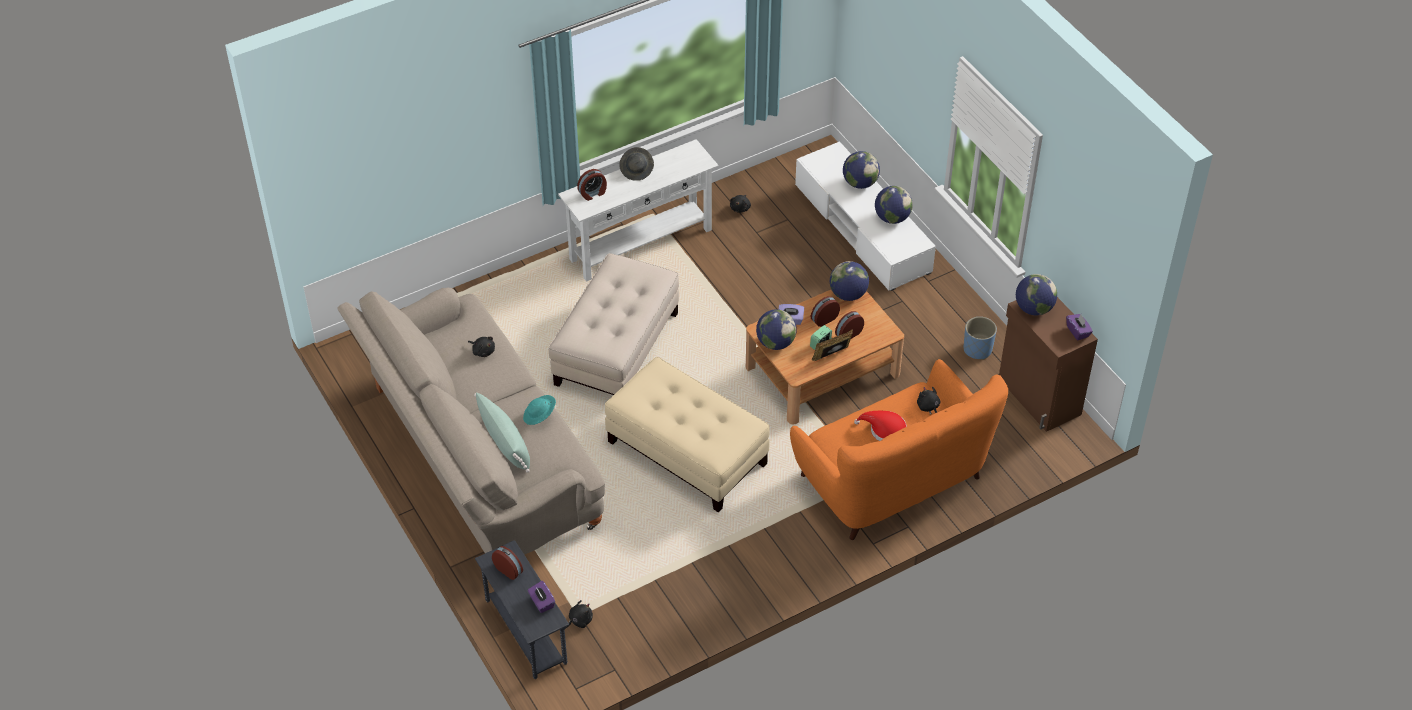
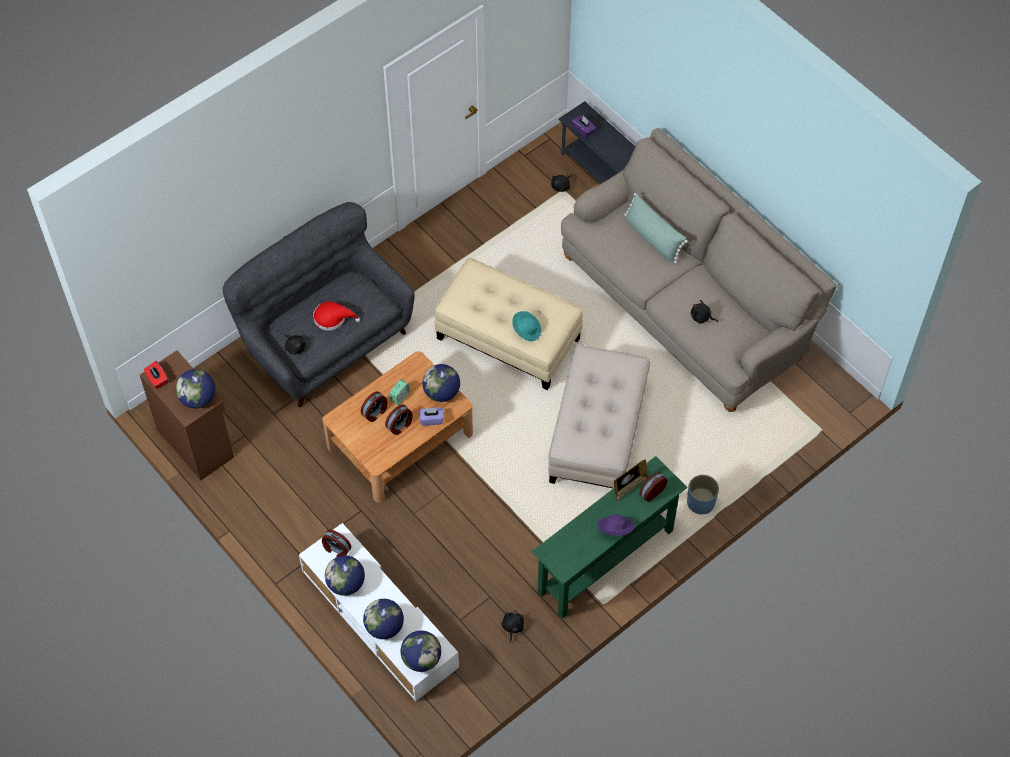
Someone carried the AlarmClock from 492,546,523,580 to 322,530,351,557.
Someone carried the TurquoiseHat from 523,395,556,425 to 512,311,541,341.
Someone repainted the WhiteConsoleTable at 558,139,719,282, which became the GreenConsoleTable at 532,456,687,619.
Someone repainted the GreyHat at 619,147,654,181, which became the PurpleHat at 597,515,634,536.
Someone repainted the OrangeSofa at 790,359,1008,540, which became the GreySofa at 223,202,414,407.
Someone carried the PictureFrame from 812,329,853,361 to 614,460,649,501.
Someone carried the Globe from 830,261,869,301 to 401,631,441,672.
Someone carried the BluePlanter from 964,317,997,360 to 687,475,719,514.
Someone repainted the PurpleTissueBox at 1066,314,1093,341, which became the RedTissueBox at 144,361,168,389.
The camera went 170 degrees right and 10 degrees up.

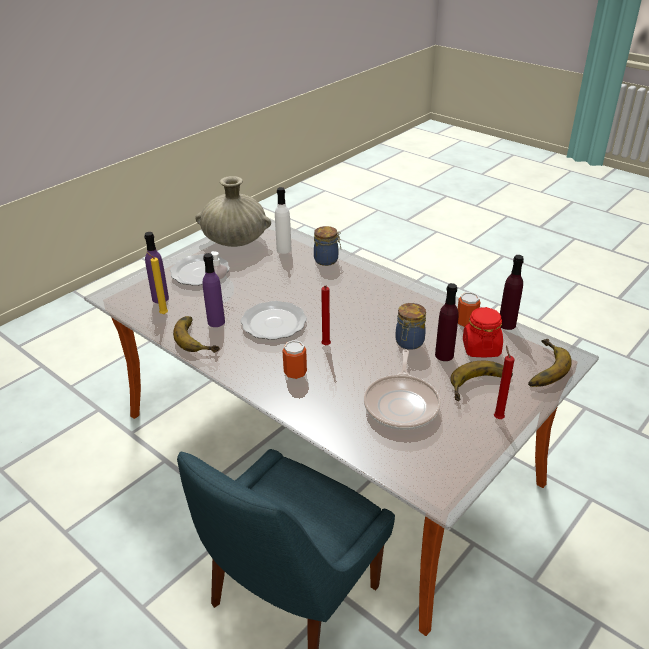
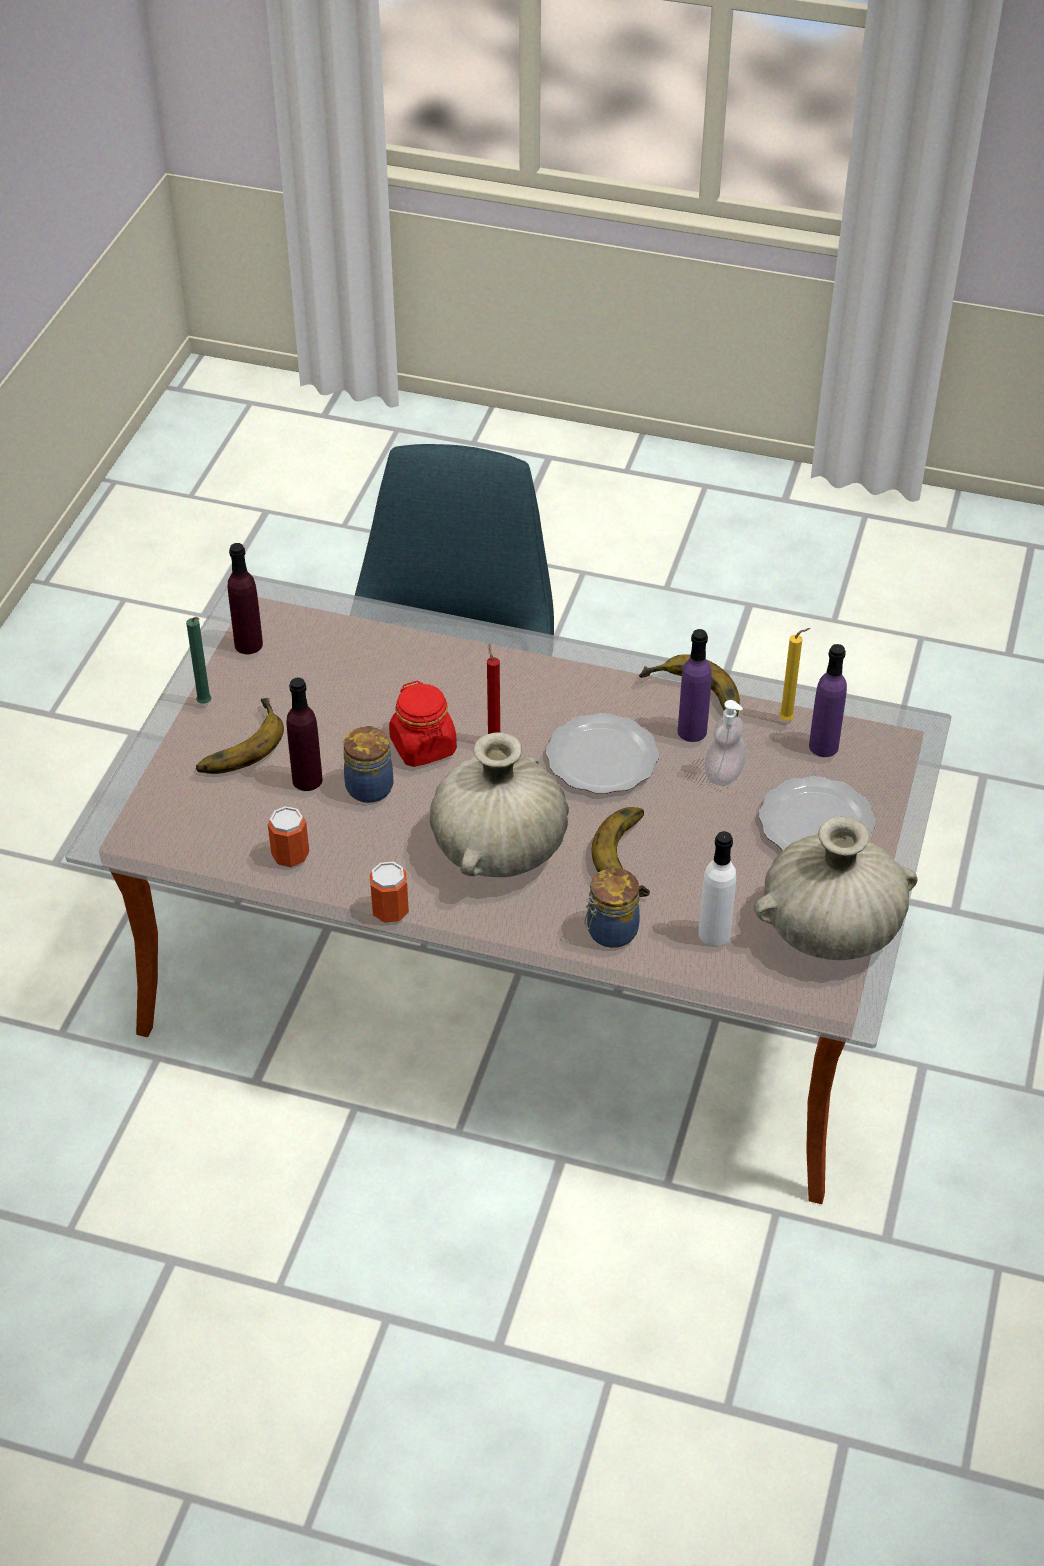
Someone carried the Can from 282,340,307,380 to 370,861,409,924.
Someone took away the FryingPan at 364,350,441,430.
Someone carried the RedJar from 463,307,503,357 to 389,681,457,767.
Someone repainted the RedCandle at 494,345,515,419, which became the GreenCandle at 186,617,211,704.
Someone carried the PurpleBottle from 500,255,524,330 to 228,543,263,654.
Someone carried the Banana from 528,339,572,387 to 592,807,650,897.
Someone put down the BeigeVase at 430,732,569,877.
The camera went 155 degrees right and 10 degrees up.

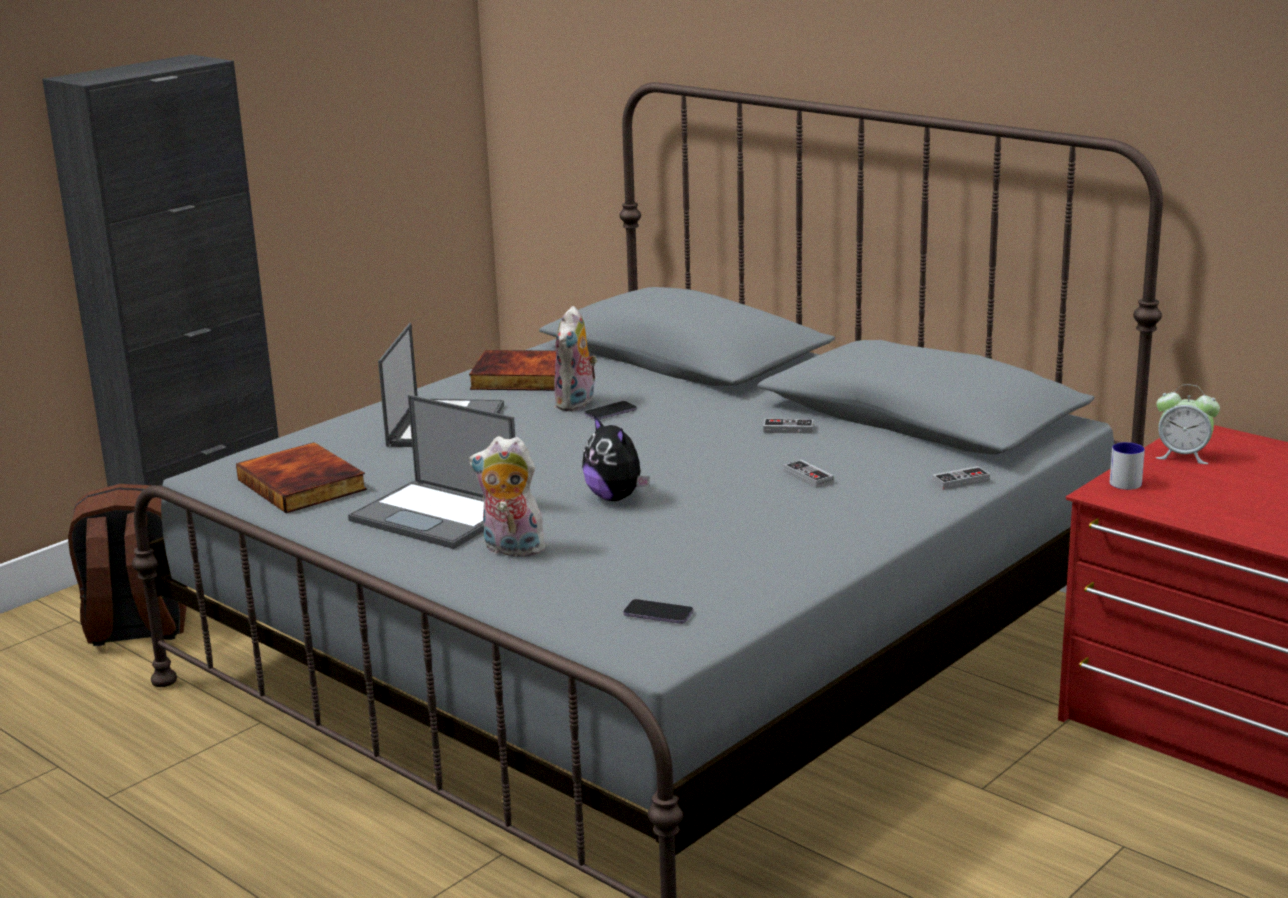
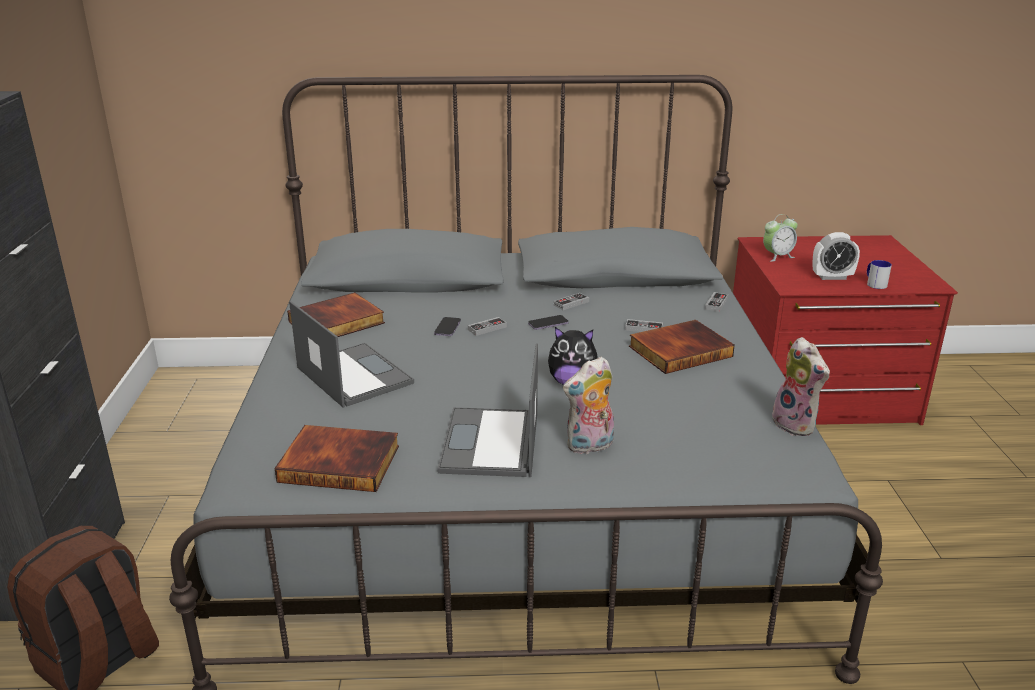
Someone rotated the Laptop at 348,395,515,549 by 105 degrees clockwise.
Someone carried the PlushToy from 554,306,597,411 to 771,337,830,436.
Someone carried the Phone from 623,599,693,624 to 528,315,569,330.
Someone carried the Mug from 1110,442,1145,490 to 867,260,892,289.
Someone put down the GameController at 468,317,507,336.
Someone put down the Book at 629,320,735,374.
Someone put down the AlarmClock at 812,232,860,280.
The camera went 45 degrees left and 5 degrees up.

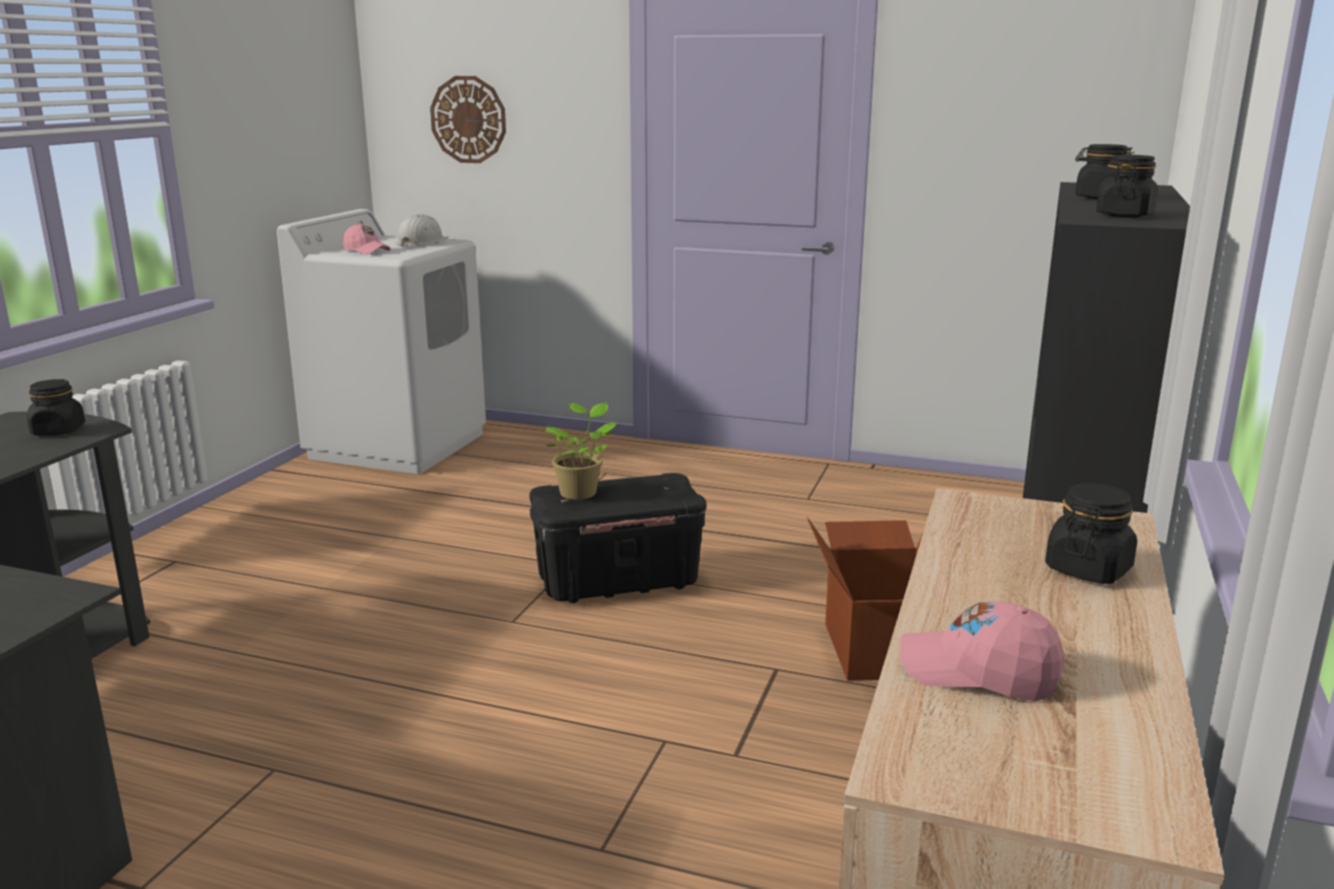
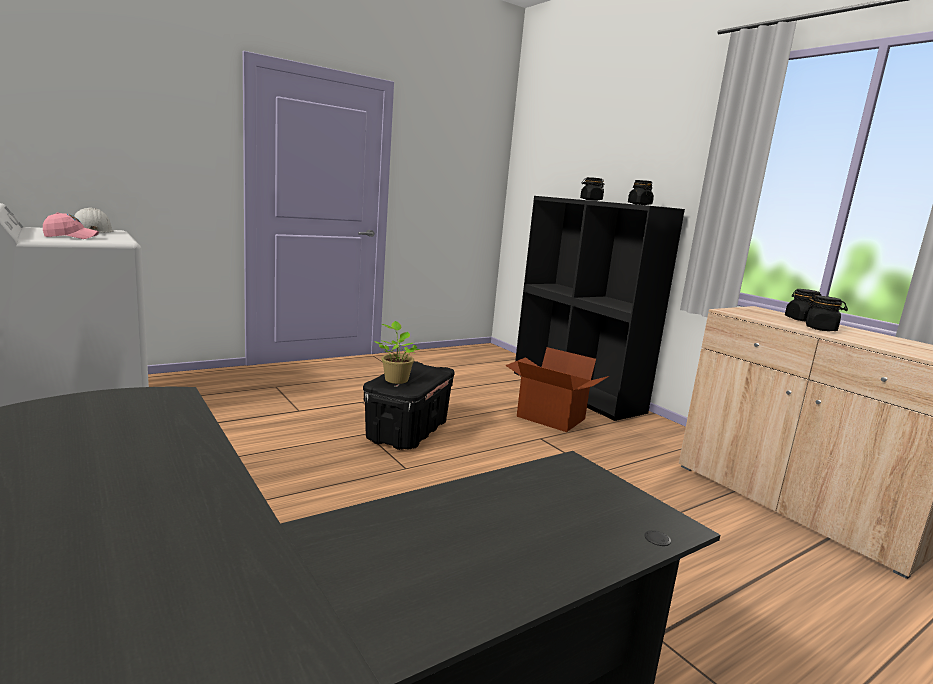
Someone carried the BlackJar from 27,379,85,435 to 804,296,848,331.
Someone took away the WallClock at 430,76,506,163.
Someone took away the PinkCap at 900,602,1065,701.
The camera went 55 degrees left and 5 degrees down.

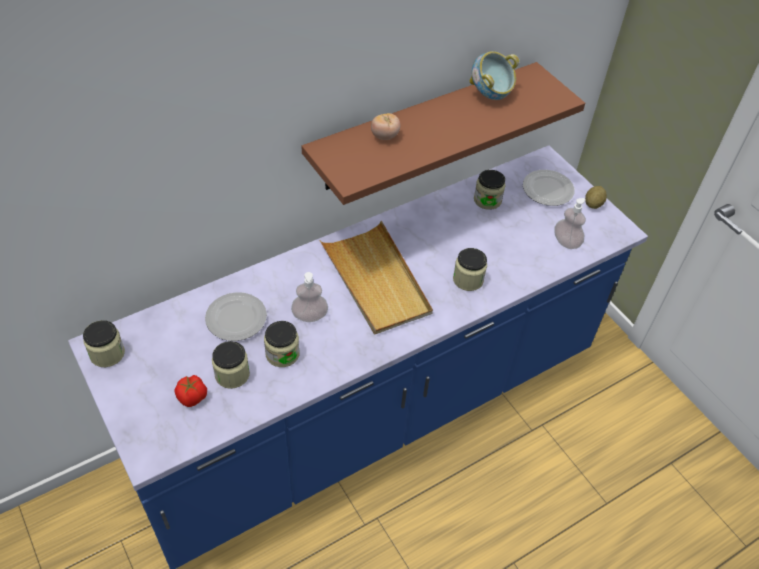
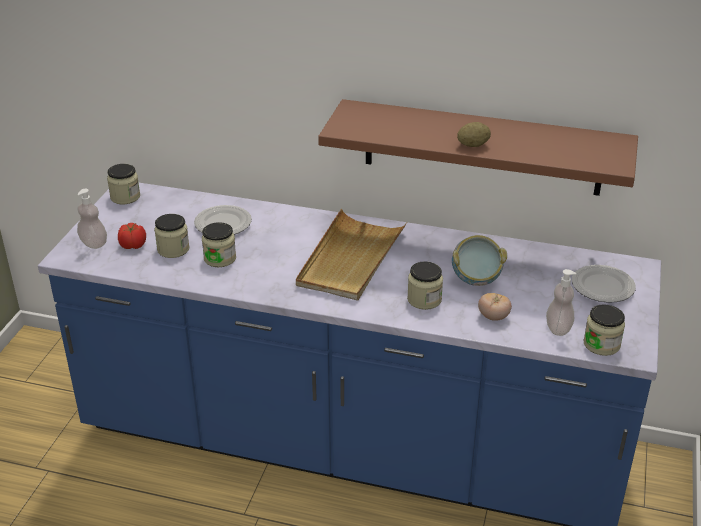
Someone carried the SoapDispenser from 291,272,328,322 to 77,189,107,249.
Someone carried the Tomato from 371,113,400,140 to 478,293,512,321.
Someone carried the Bowl from 470,51,519,100 to 452,235,507,286.
Someone carried the Jar from 474,170,506,210 to 584,304,625,356.
Someone carried the Potato from 585,186,607,209 to 457,122,491,147.
The camera went 50 degrees right and 15 degrees down.

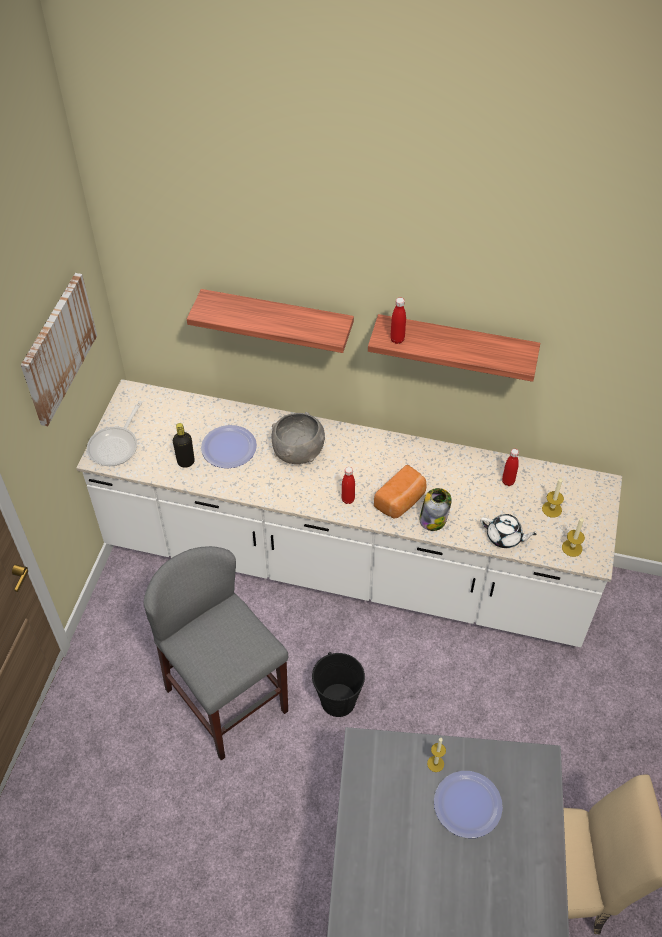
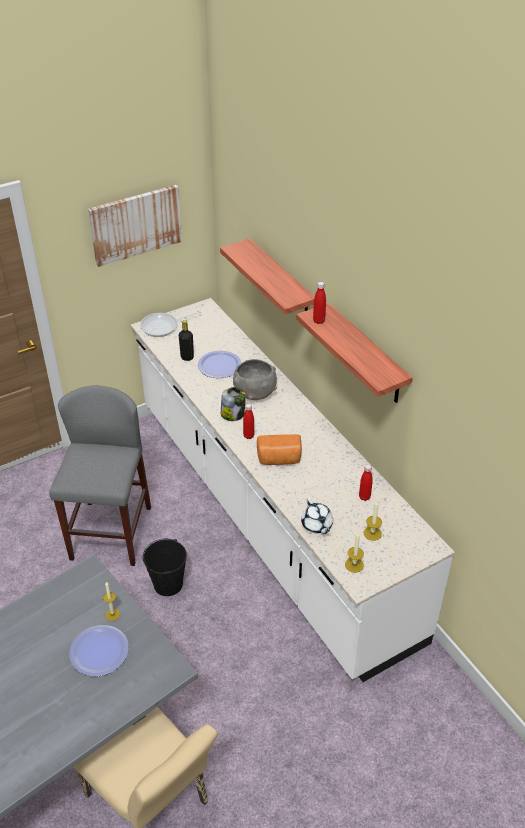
Someone carried the Jar from 420,488,452,531 to 221,387,246,421.
The camera went 45 degrees right and 10 degrees down.

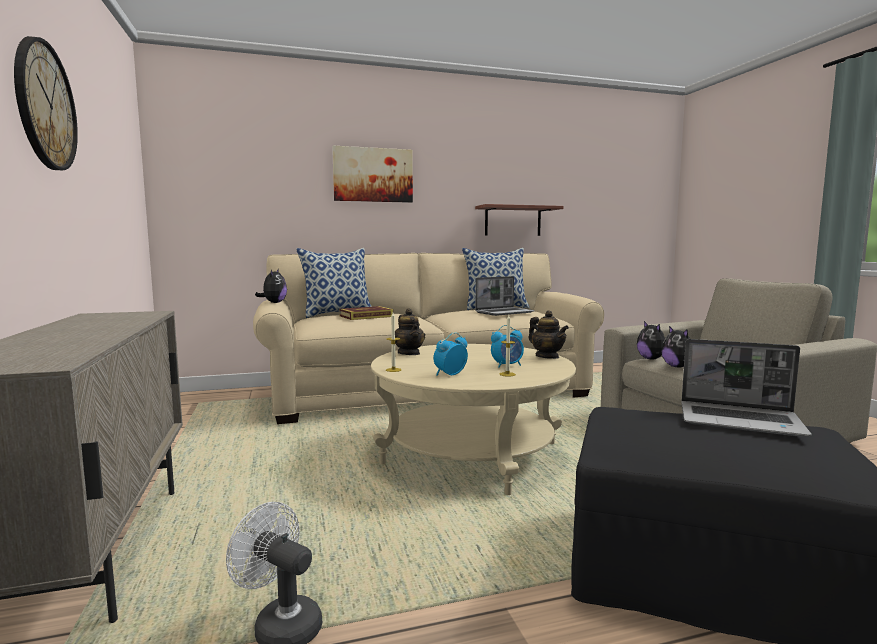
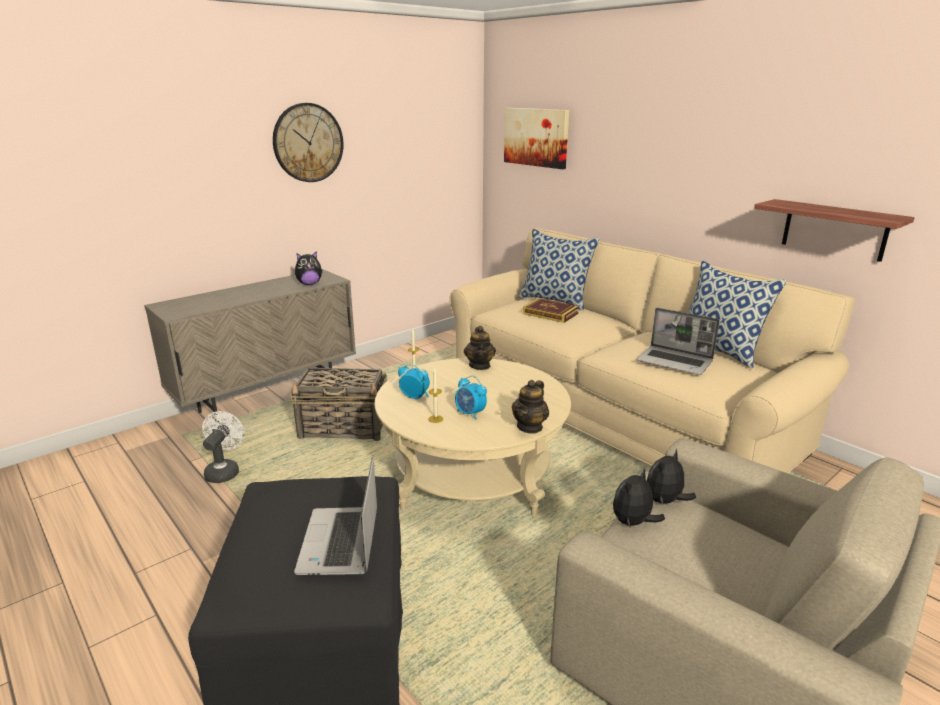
Someone carried the PlushToy from 255,269,287,303 to 295,251,323,285.
Someone carried the Picture from 332,146,413,203 to 504,108,569,169.
Someone rotated the Teapot at 395,308,425,355 by 45 degrees counterclockwise.
Someone put down the Basket at 290,368,388,441.
The camera went 65 degrees right and 15 degrees up.

